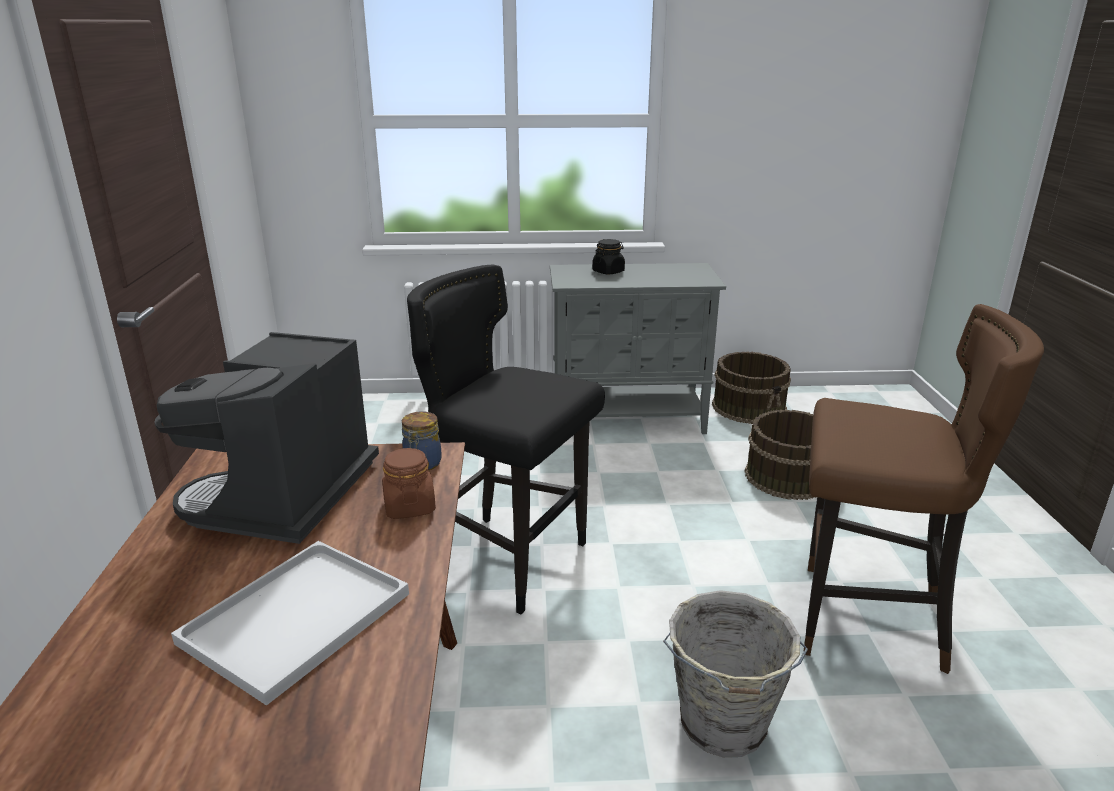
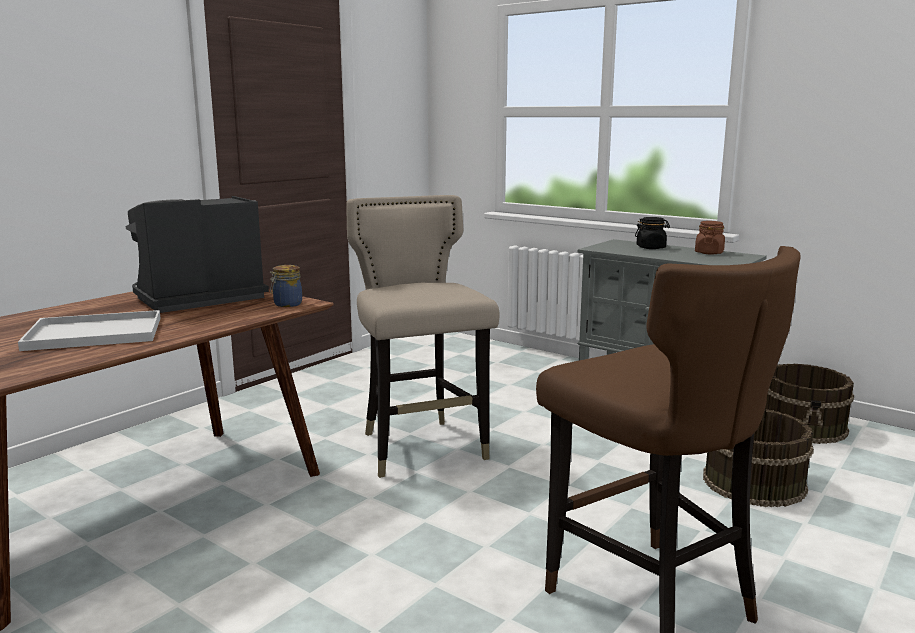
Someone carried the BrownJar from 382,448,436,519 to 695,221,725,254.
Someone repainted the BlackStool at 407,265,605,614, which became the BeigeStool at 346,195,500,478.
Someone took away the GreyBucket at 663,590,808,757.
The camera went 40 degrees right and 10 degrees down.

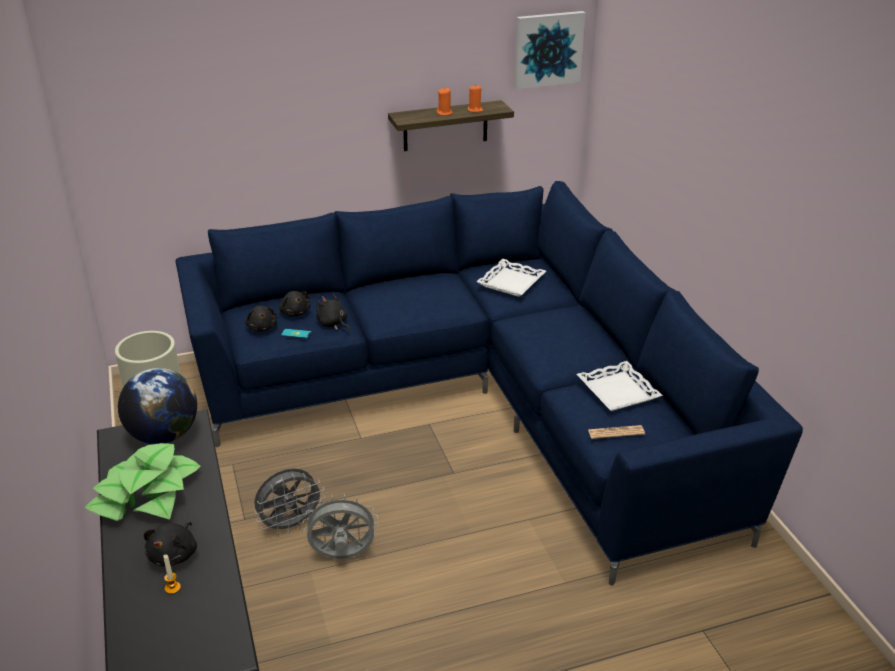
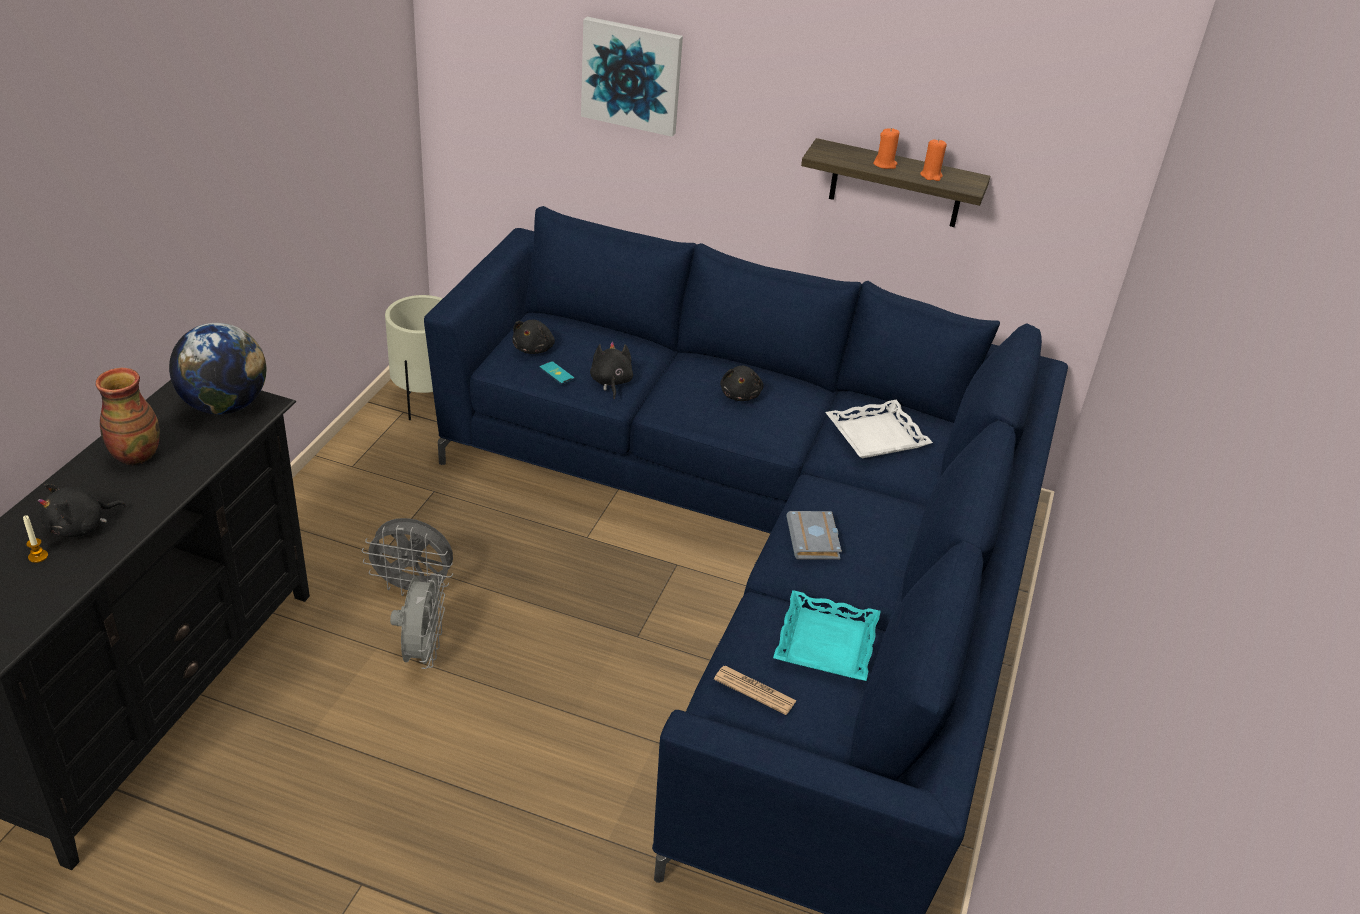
Someone swapped the PottedPlant at 85,443,200,521 for the Vase at 96,368,160,465.
Someone carried the BlackPlushToy from 279,291,311,317 to 720,366,764,401.
Someone rotated the GreyFan at 303,494,379,559 by 60 degrees clockwise.
Someone carried the Picture from 514,11,585,89 to 581,17,683,137.
Someone repainted the WhiteTray at 577,361,663,411, which became the TurquoiseTray at 773,590,881,681.
Someone put down the GreyBook at 786,511,842,559.
The camera went 35 degrees right and 5 degrees up.

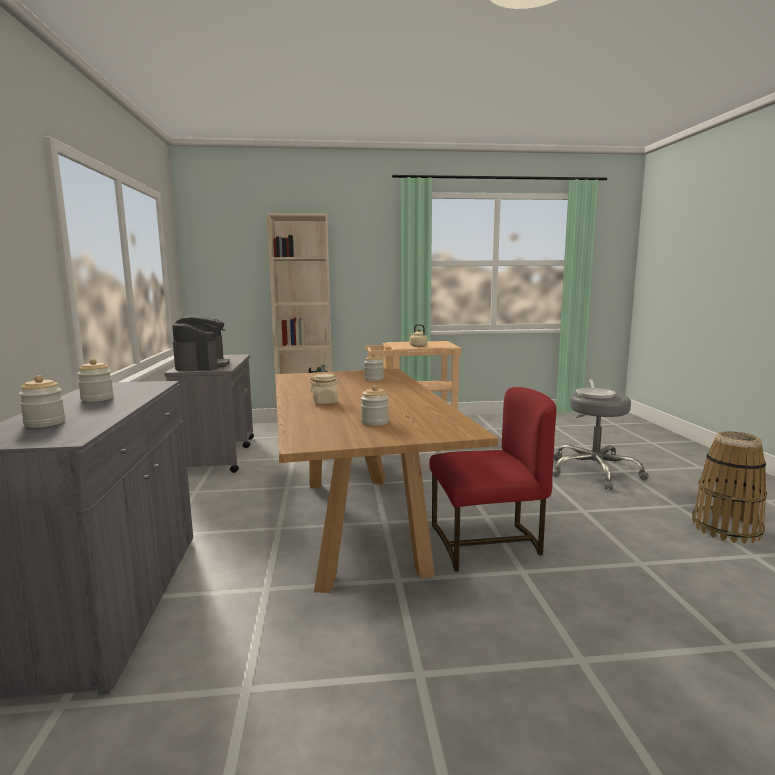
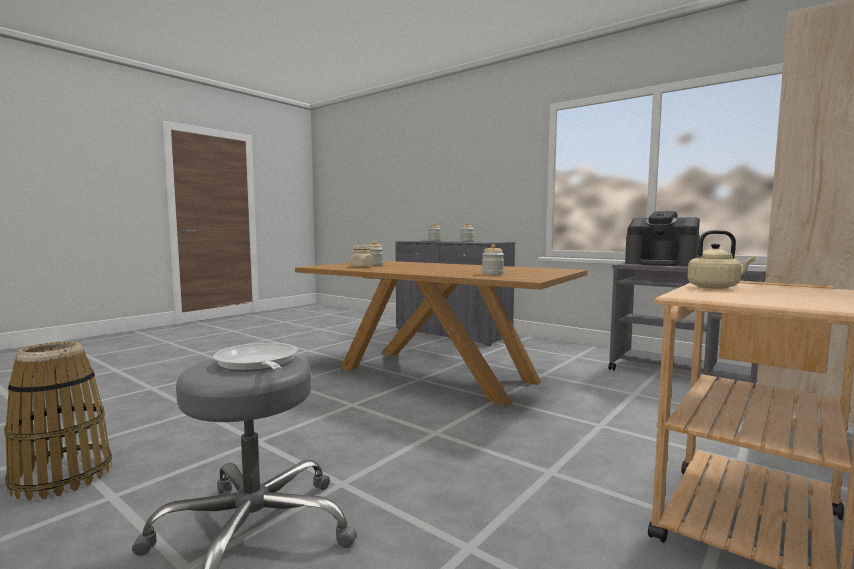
Someone carried the BeigeJar from 310,374,341,404 to 351,246,373,267.
Someone took away the RedChair at 429,387,556,572.
The camera went 135 degrees right and 5 degrees down.

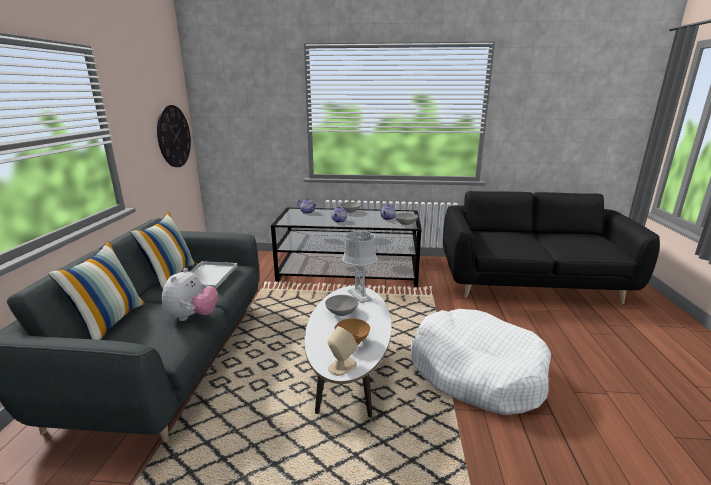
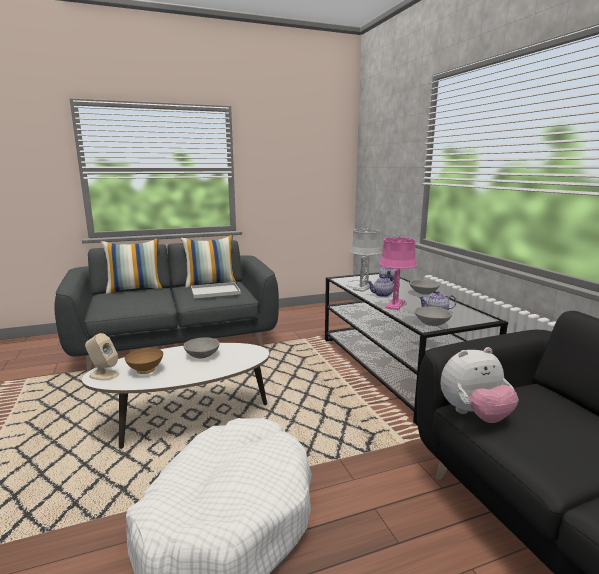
Someone took away the WallClock at 157,105,191,167.
Someone carried the PlushToy from 162,268,218,321 to 440,347,519,423.
Someone carried the GreyTableLamp from 342,231,378,303 to 350,226,382,292.
Someone put down the PinkTableLamp at 379,235,417,310.
The camera went 65 degrees right and 5 degrees down.

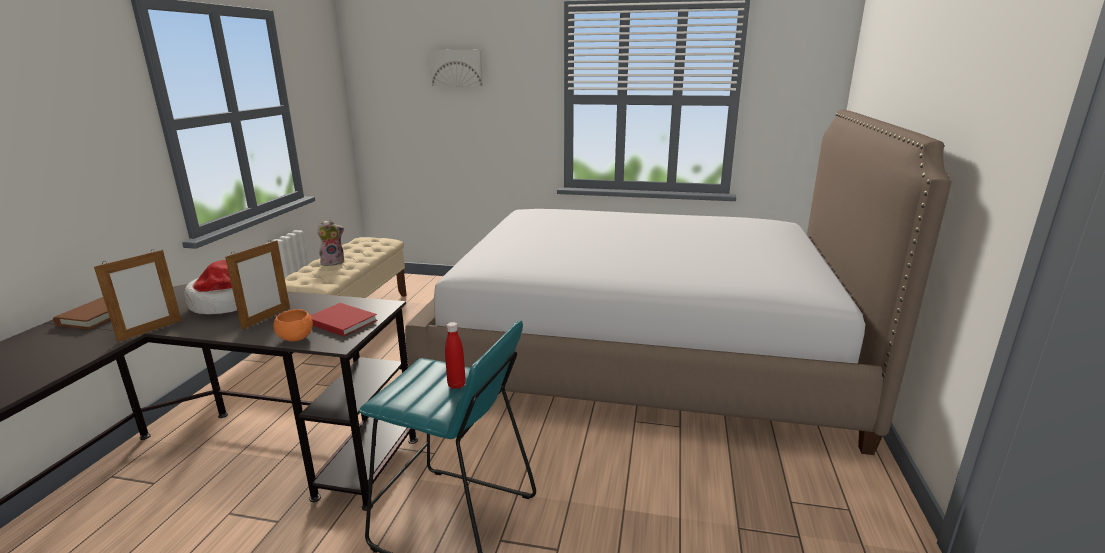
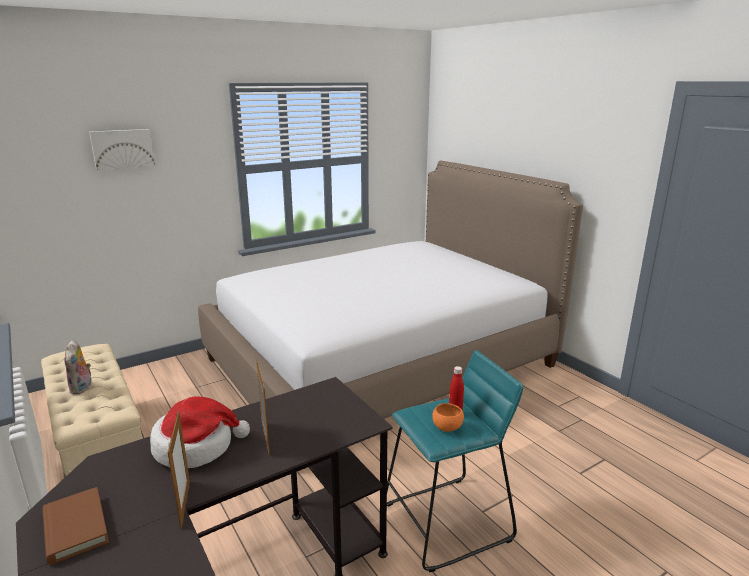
Someone carried the OrangeBowl from 273,309,313,341 to 432,403,464,432.
Someone took away the RedBook at 310,303,378,337.
Someone rotated the PlushToy at 317,220,344,266 by 150 degrees clockwise.
The camera went 45 degrees left and 0 degrees up.

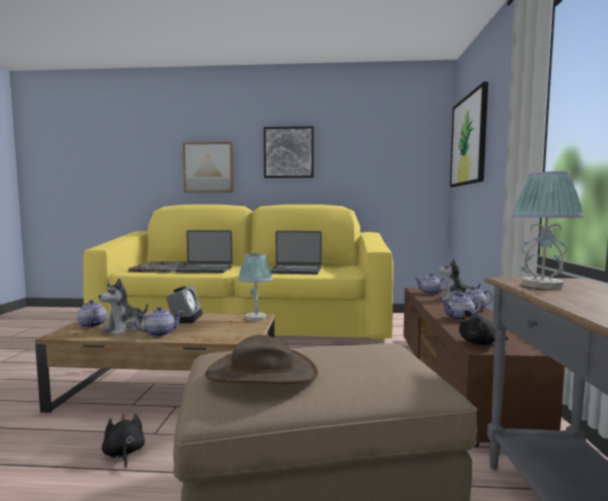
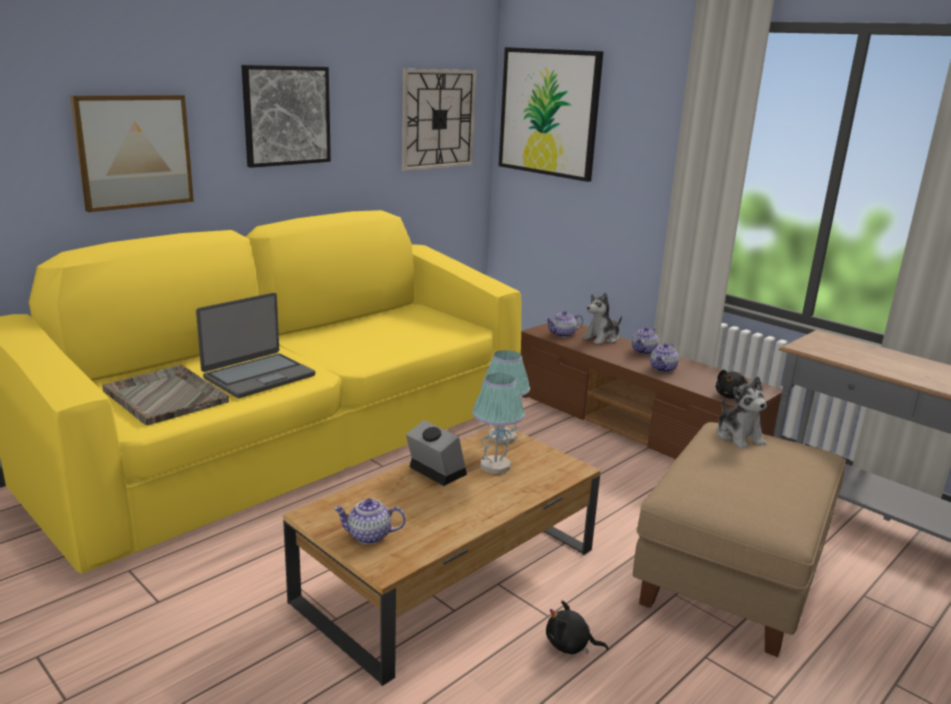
Someone carried the PlushToy from 99,278,148,336 to 716,376,767,448.
Someone took away the Teapot at 134,307,184,337.
Someone took away the BrownHat at 205,335,318,384.
Someone took away the Laptop at 270,231,322,274.
Someone carried the TableLamp from 512,171,584,289 to 472,373,525,474.
Someone put up the WallClock at 402,69,477,171.
The camera went 50 degrees left and 15 degrees up.

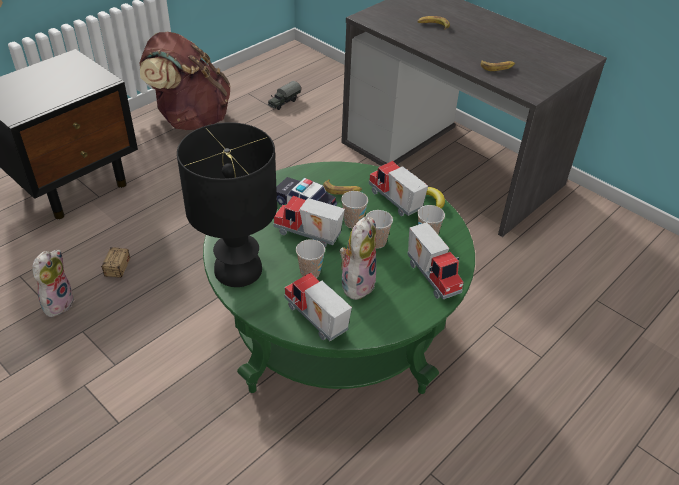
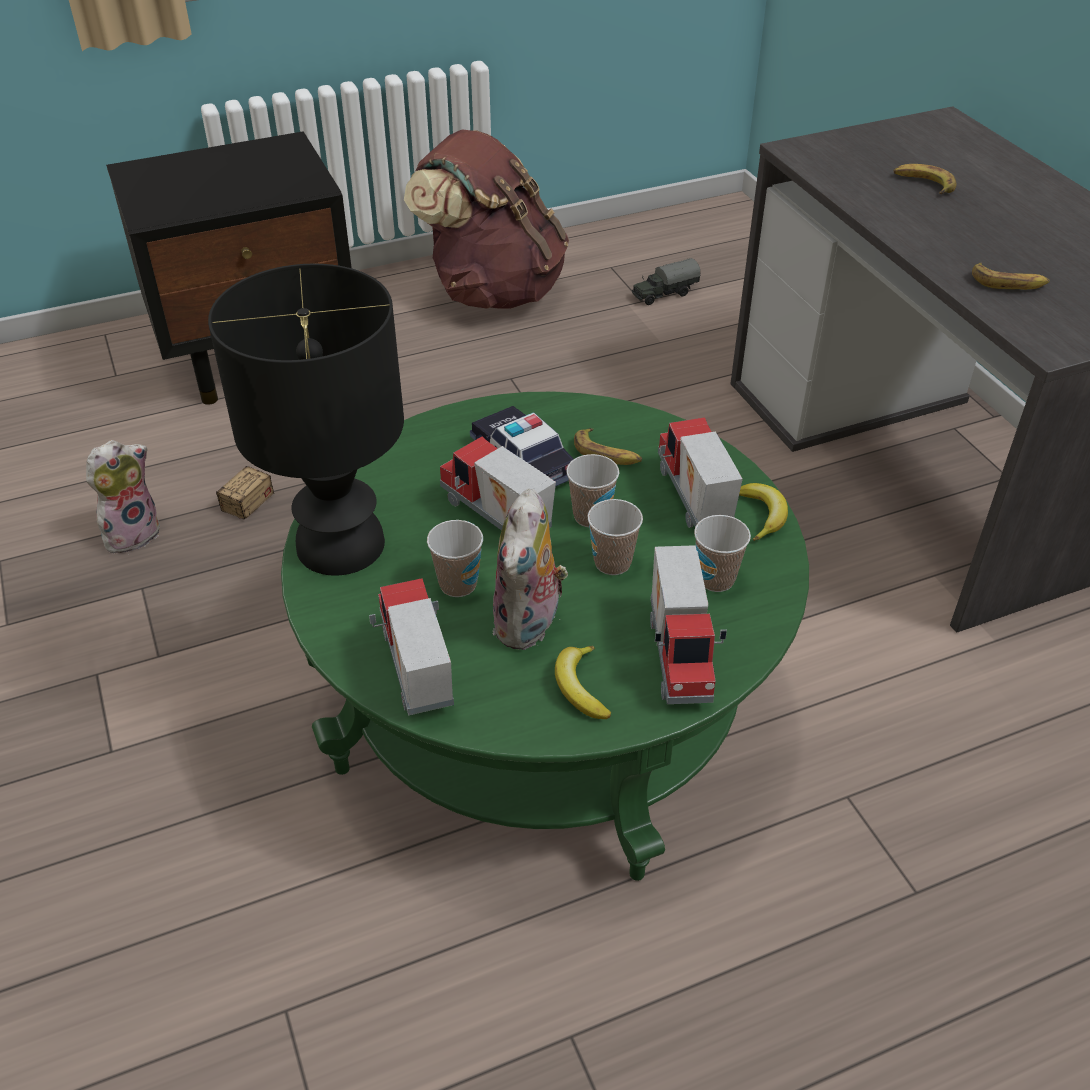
Someone rotated the PlushToy at 339,217,376,300 by 150 degrees clockwise.
Someone put down the Banana at 555,646,611,719.
The camera went 25 degrees right and 0 degrees up.

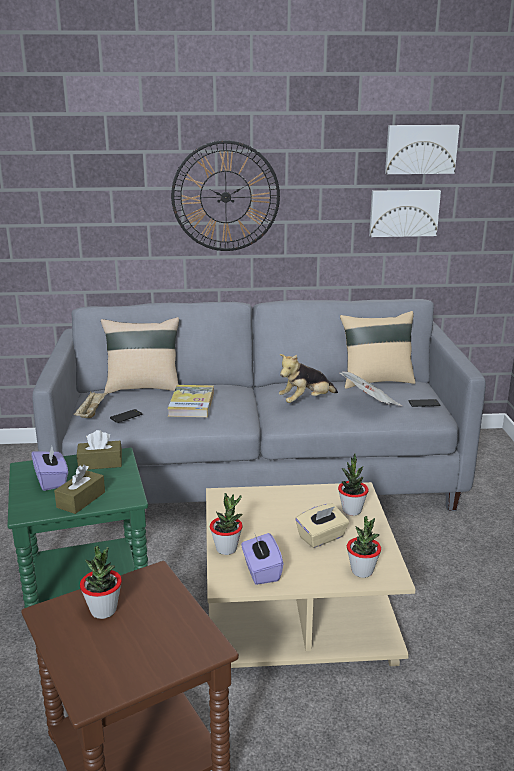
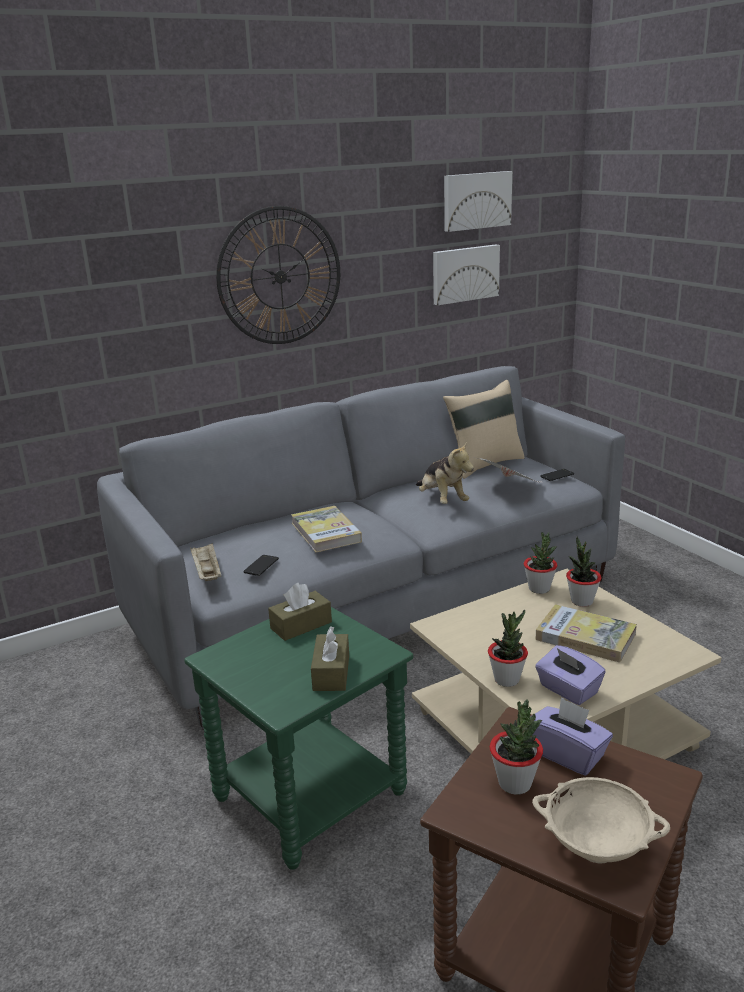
Someone carried the PurpleTissueBox from 31,446,68,491 to 530,697,613,775.
Someone took away the BeigePillow at 101,317,179,394.
Someone rotated the PlushToy at 279,354,338,403 by 60 degrees counterclockwise.
Someone swapped the BeigeTissueBox at 295,504,349,548 for the Book at 535,604,637,662.
Someone carried the PottedPlant from 347,516,381,578 to 524,532,557,594.
Someone put down the BeigeBowl at 532,777,670,863.
The camera went 25 degrees left and 0 degrees up.

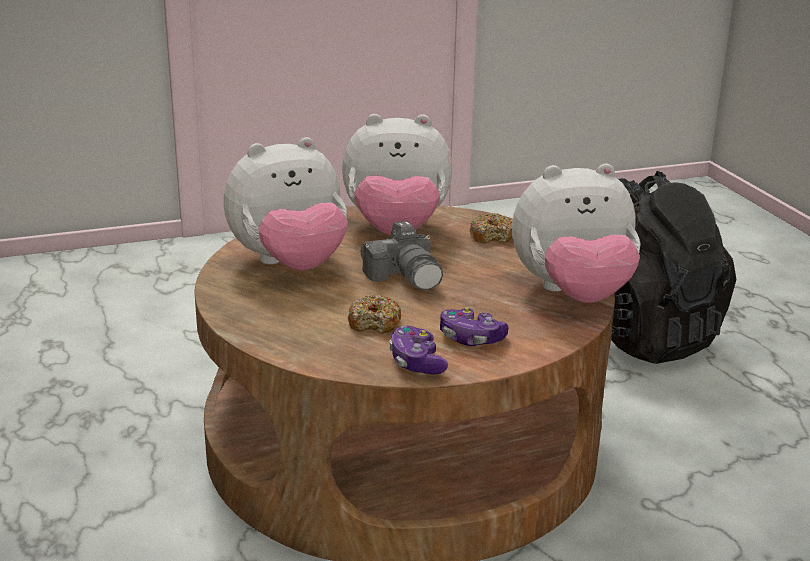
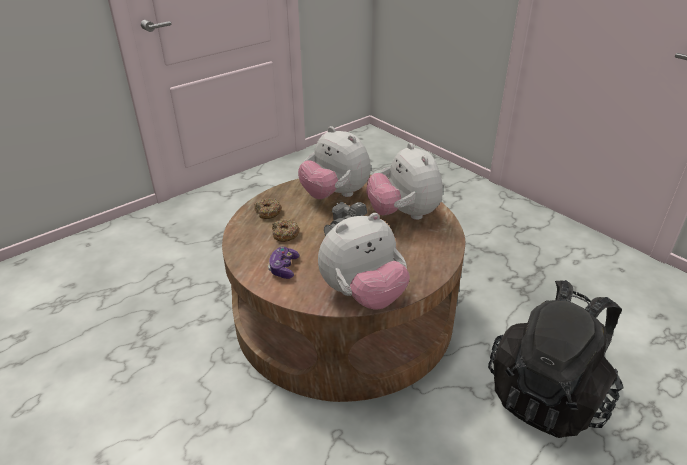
Someone took away the GameController at 389,325,448,375.
Someone carried the Donut from 470,213,512,244 to 255,198,282,219.
Someone rotated the PlushToy at 512,164,641,303 by 90 degrees counterclockwise.
The camera went 70 degrees right and 10 degrees up.

